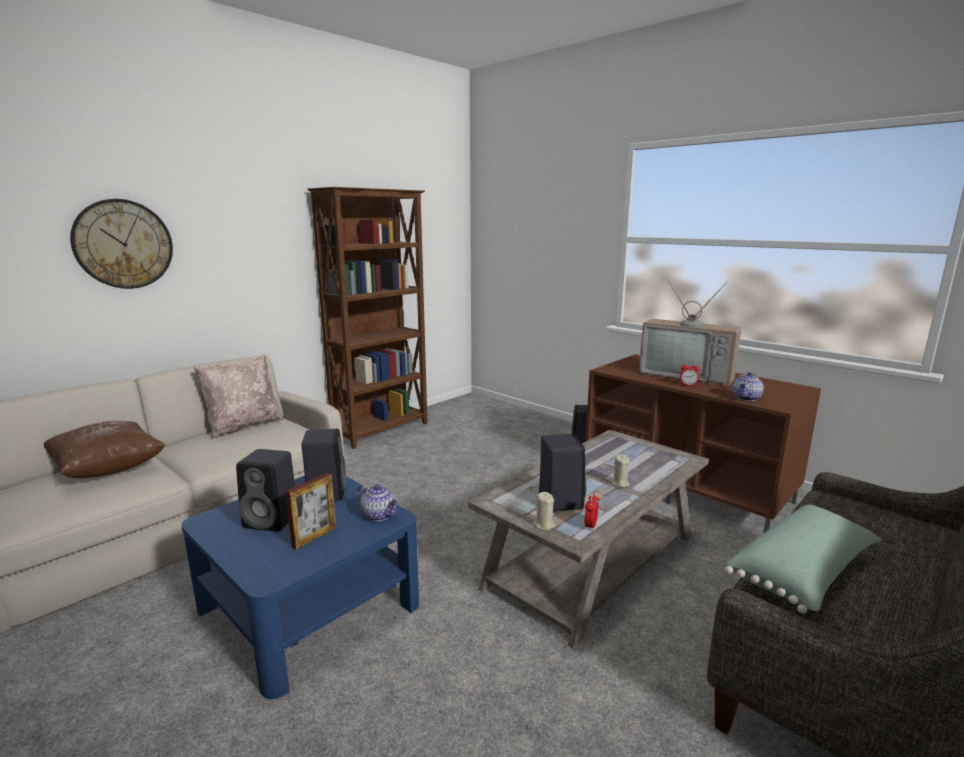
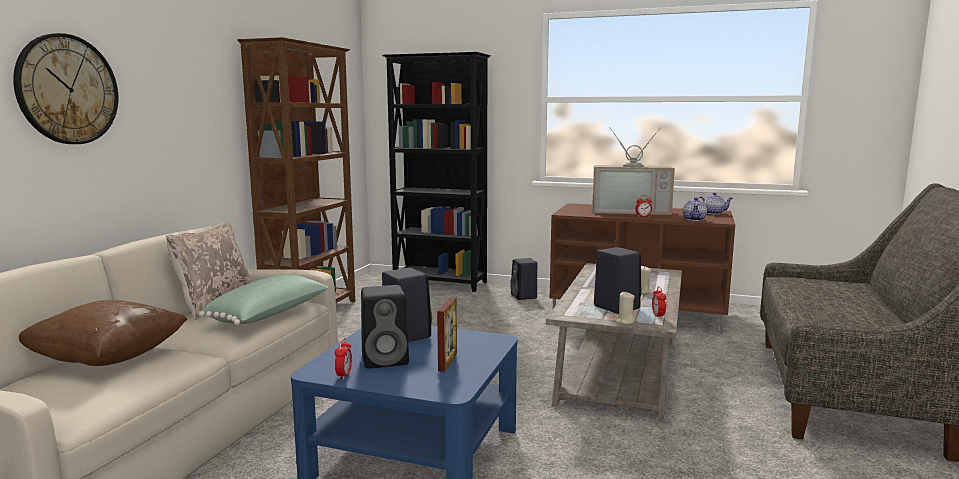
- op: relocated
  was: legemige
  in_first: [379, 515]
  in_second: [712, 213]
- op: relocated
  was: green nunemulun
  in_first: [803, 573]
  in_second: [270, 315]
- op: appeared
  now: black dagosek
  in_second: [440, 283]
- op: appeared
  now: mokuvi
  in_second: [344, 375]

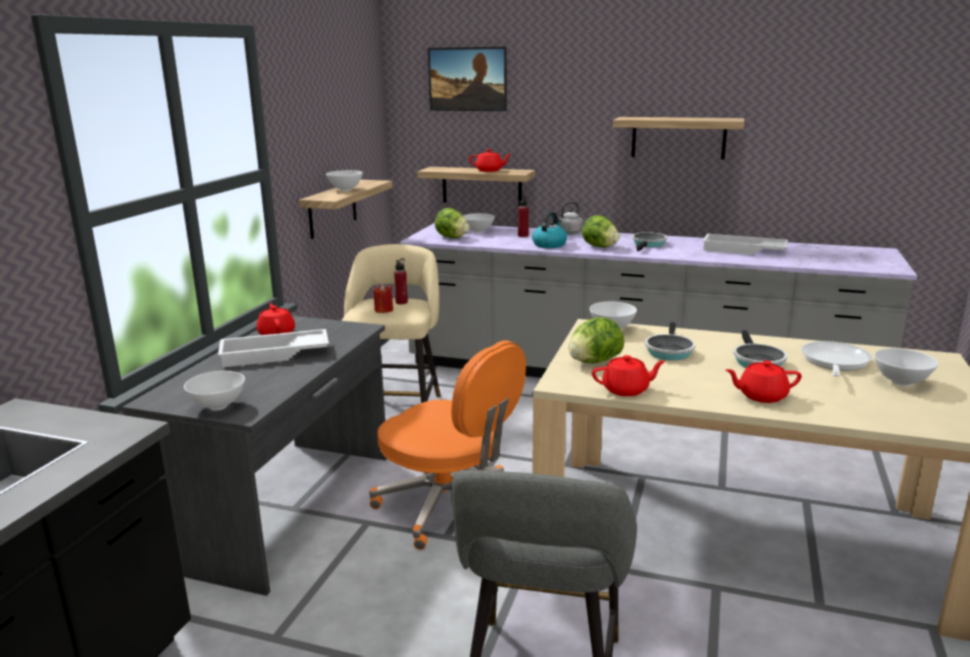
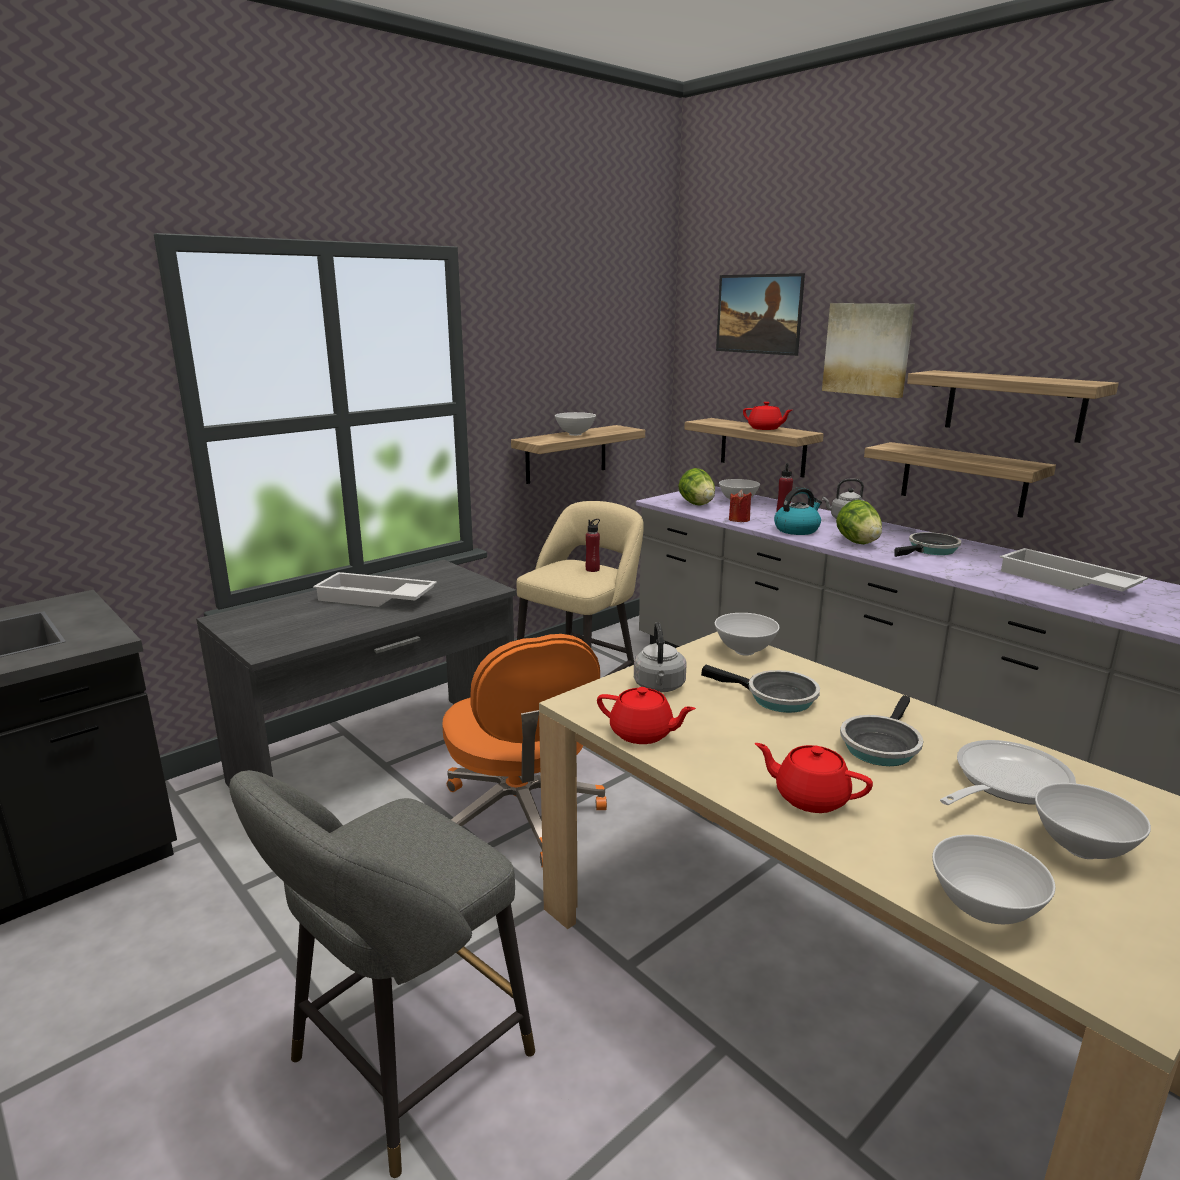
- op: relocated
  was: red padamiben
  in_first: [384, 310]
  in_second: [739, 520]
- op: missing
  was: red legemige
  in_first: [276, 333]
- op: exchanged
  was: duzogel
  now: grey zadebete
  in_first: [594, 362]
  in_second: [659, 687]
- op: spun
  was: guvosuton
  in_first: [668, 351]
  in_second: [775, 698]
  clockwise: -105
- op: relocated
  was: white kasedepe
  in_first: [218, 406]
  in_second: [985, 911]
- op: appeared
  now: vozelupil
  in_second: [868, 349]
- op: appeared
  now: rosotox
  in_second: [963, 479]

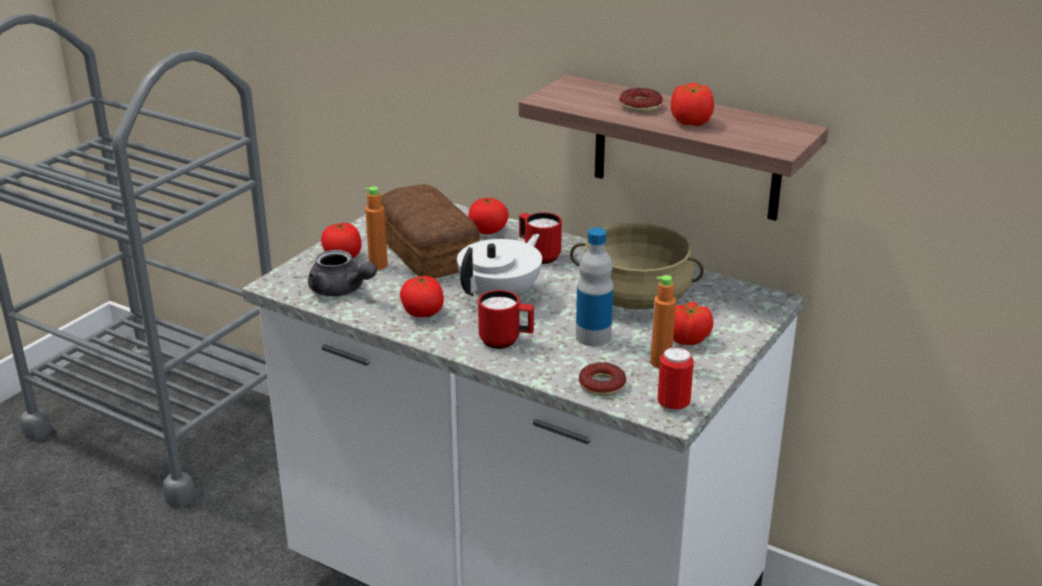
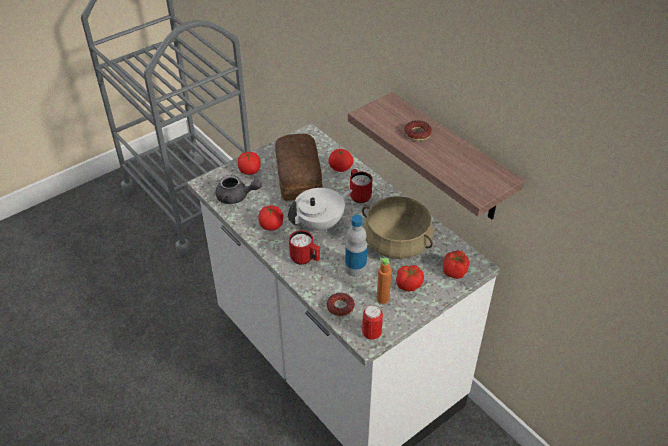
- op: relocated
  was: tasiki
  in_first: [690, 122]
  in_second: [454, 272]
- op: missing
  was: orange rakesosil
  in_first: [378, 265]
- op: spun
  was: grey legemige
  in_first: [341, 290]
  in_second: [236, 197]
  clockwise: -45

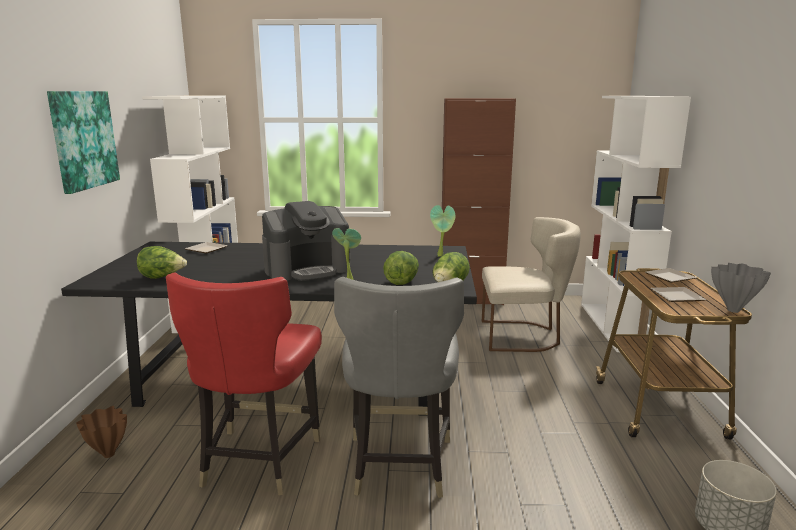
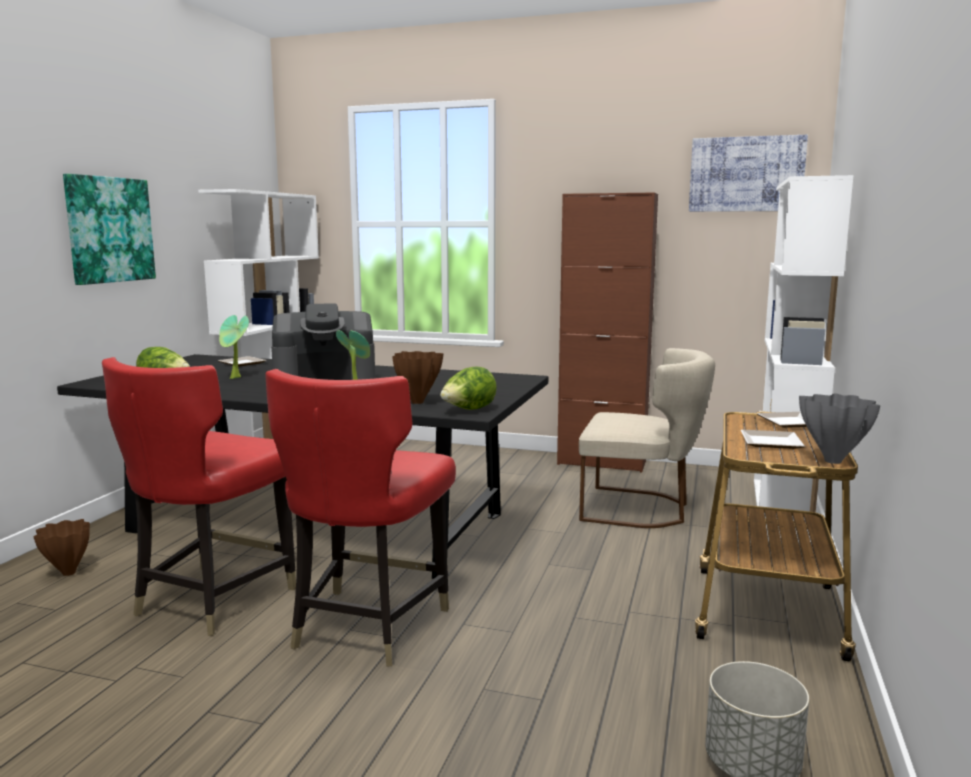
- op: relocated
  was: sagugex
  in_first: [441, 255]
  in_second: [235, 378]
- op: exchanged
  was: duzogel
  now: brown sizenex
  in_first: [402, 281]
  in_second: [418, 402]
- op: colour
  was: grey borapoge
  now: red borapoge
  in_first: [399, 465]
  in_second: [367, 626]
- op: appeared
  now: vozelupil
  in_second: [746, 174]

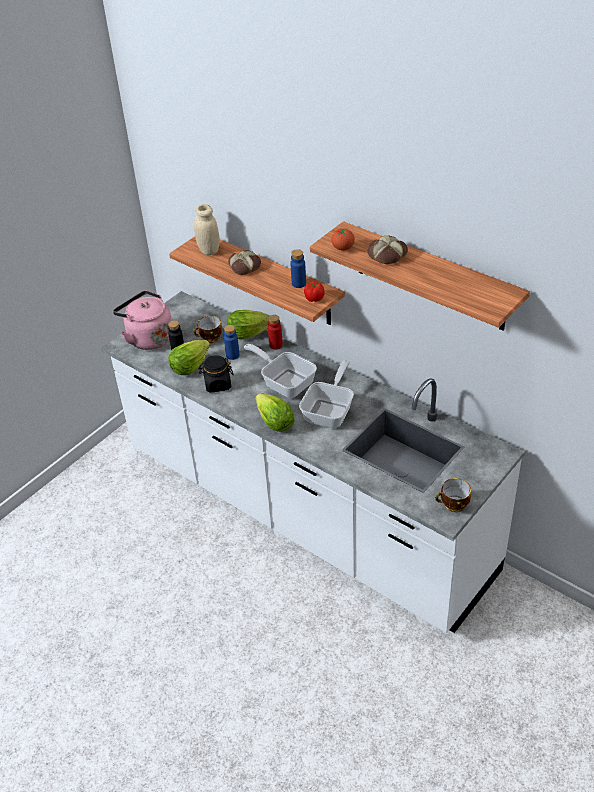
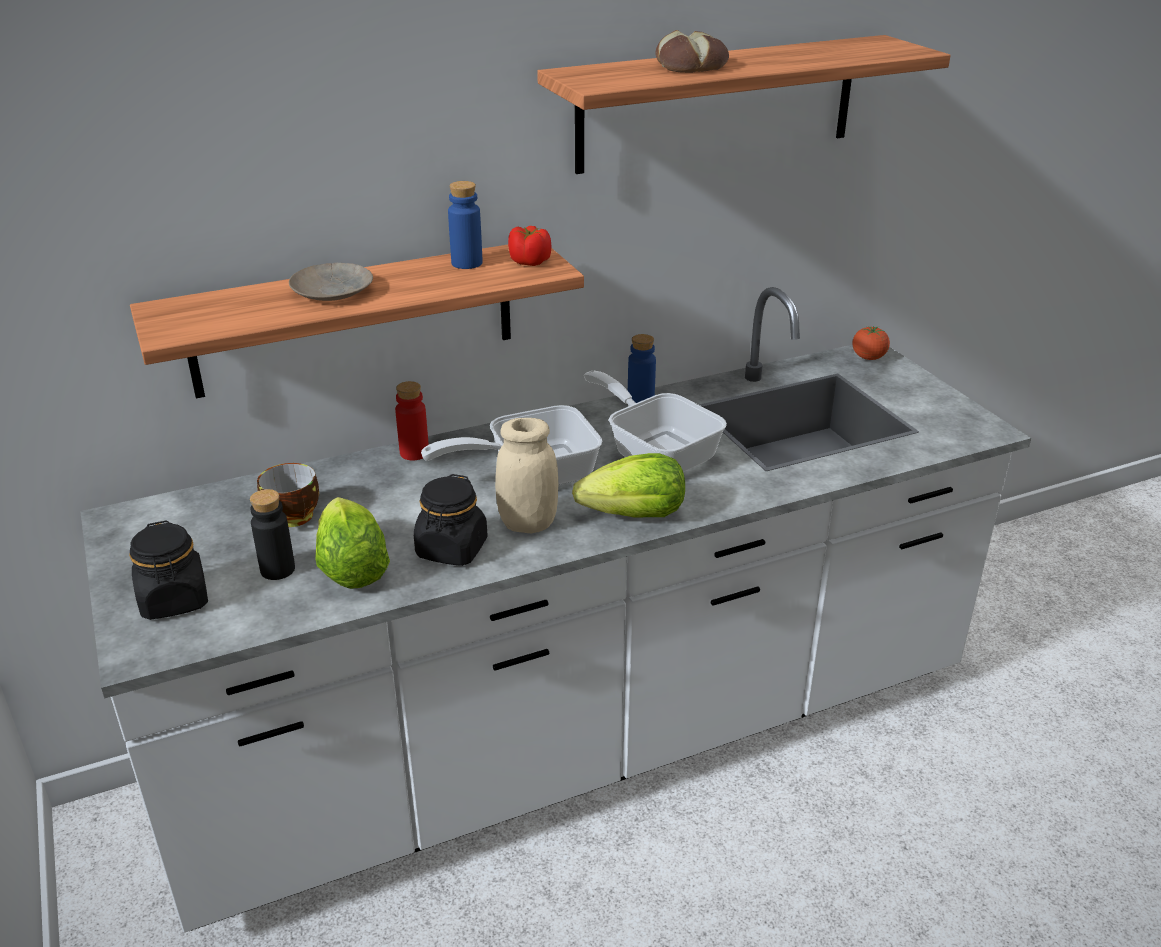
- op: relocated
  was: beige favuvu
  in_first: [209, 250]
  in_second: [528, 524]
- op: relocated
  was: tasiki
  in_first: [343, 248]
  in_second: [868, 358]
- op: exchanged
  was: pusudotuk
  now: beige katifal
  in_first: [245, 266]
  in_second: [333, 291]
- op: exchanged
  was: pink zadebete
  now: black favuvu
  in_first: [148, 338]
  in_second: [174, 600]
- op: missing
  was: duzogel
  in_first: [248, 333]
- op: relocated
  was: blue rakesosil
  in_first: [232, 355]
  in_second: [640, 401]
- op: missing
  was: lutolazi
  in_first: [453, 505]

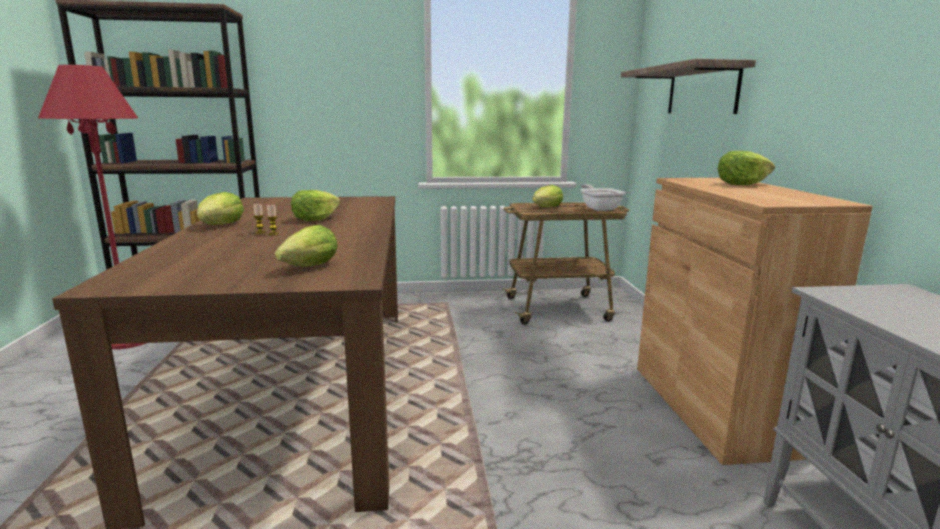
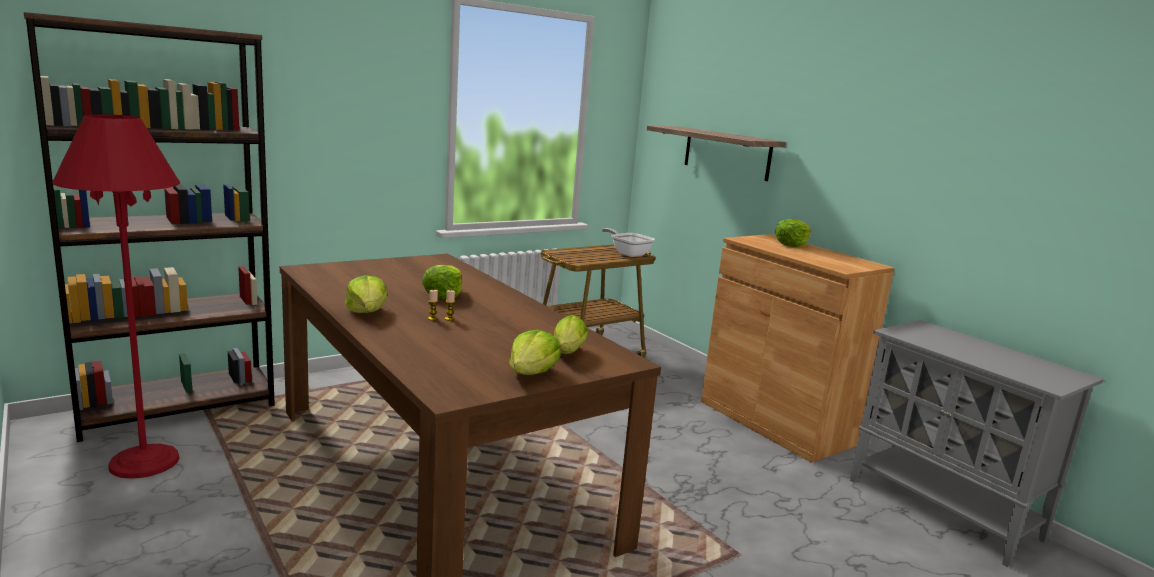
- op: relocated
  was: duzogel
  in_first: [547, 207]
  in_second: [532, 373]

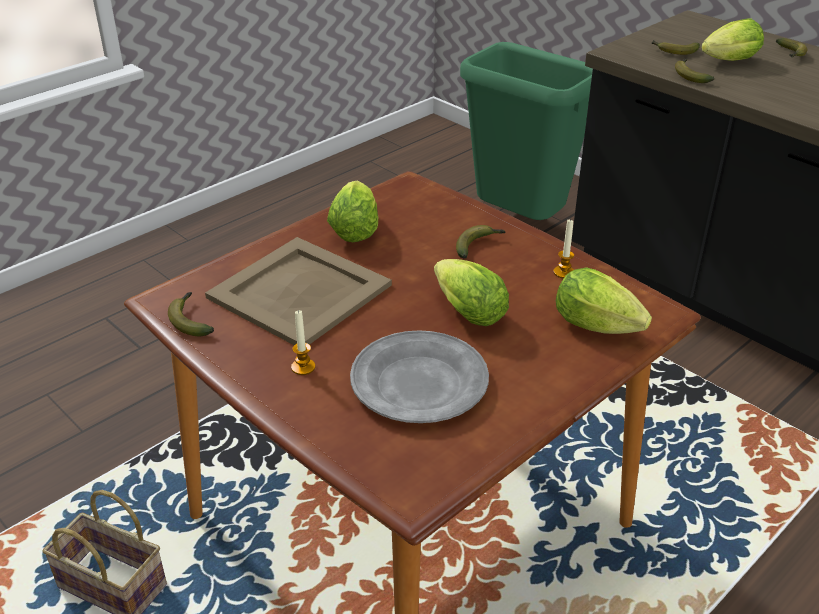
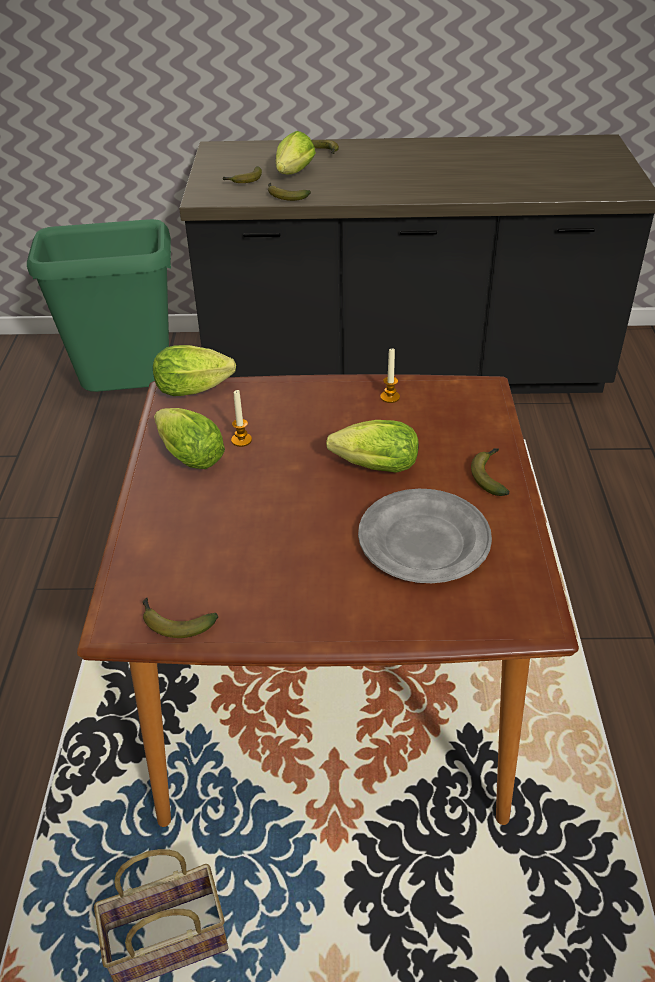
- op: relocated
  was: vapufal
  in_first: [478, 246]
  in_second: [490, 475]
- op: missing
  was: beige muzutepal
  in_first: [301, 291]
- op: relocated
  was: duzogel
  in_first: [601, 328]
  in_second: [198, 389]
- op: relocated
  was: padamiben
  in_first: [303, 367]
  in_second: [241, 440]

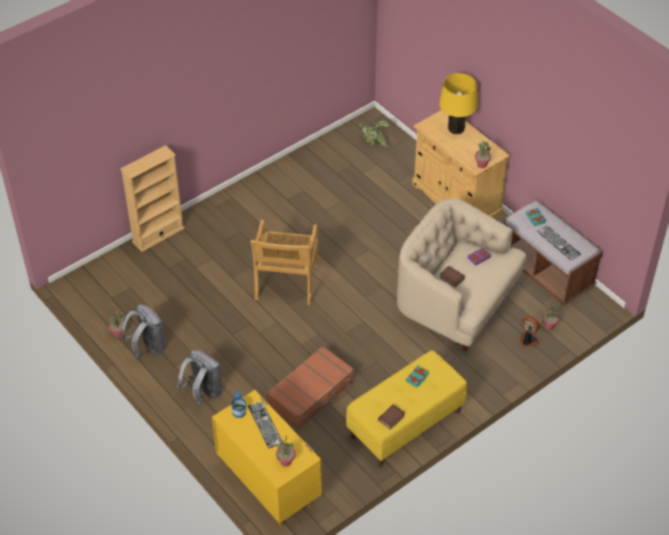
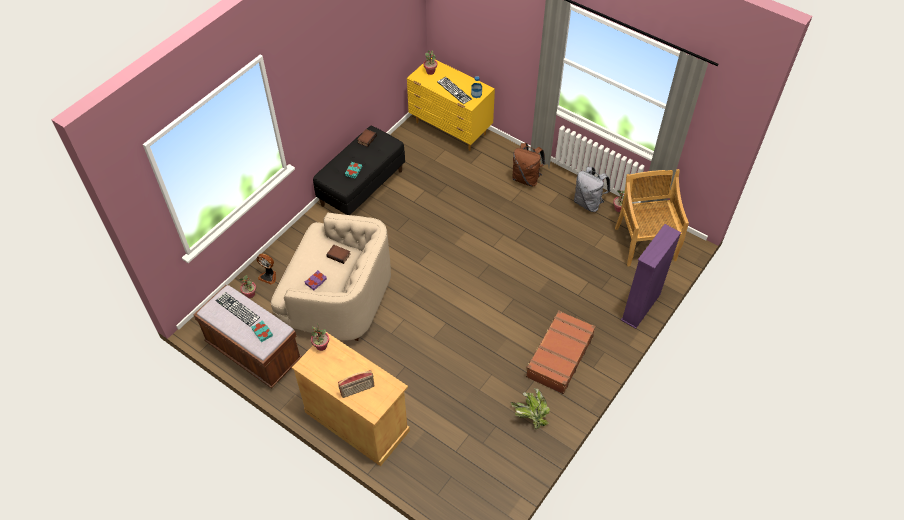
- op: exchanged
  was: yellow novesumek
  now: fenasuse
  in_first: [456, 129]
  in_second: [357, 390]
- op: relocated
  was: sagugex
  in_first: [372, 142]
  in_second: [530, 416]
- op: colour
  was: beige dagosek
  now: purple dagosek
  in_first: [158, 235]
  in_second: [640, 307]
- op: relocated
  was: beige borapoge
  in_first: [286, 283]
  in_second: [645, 243]
- op: relocated
  was: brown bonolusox
  in_first: [311, 393]
  in_second: [559, 356]
- op: colour
  was: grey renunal
  now: brown renunal
  in_first: [203, 393]
  in_second: [526, 178]
- op: colour
  was: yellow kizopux
  now: black kizopux
  in_first: [405, 425]
  in_second: [362, 187]

